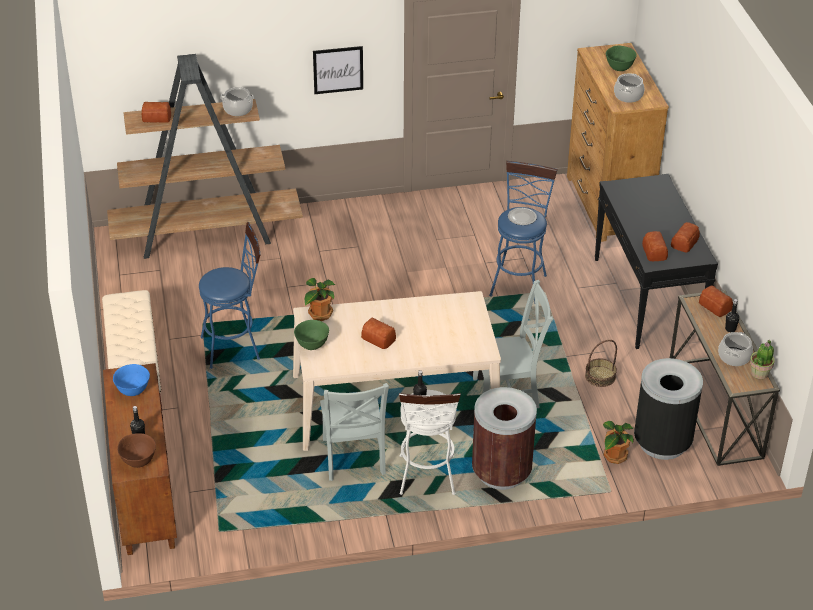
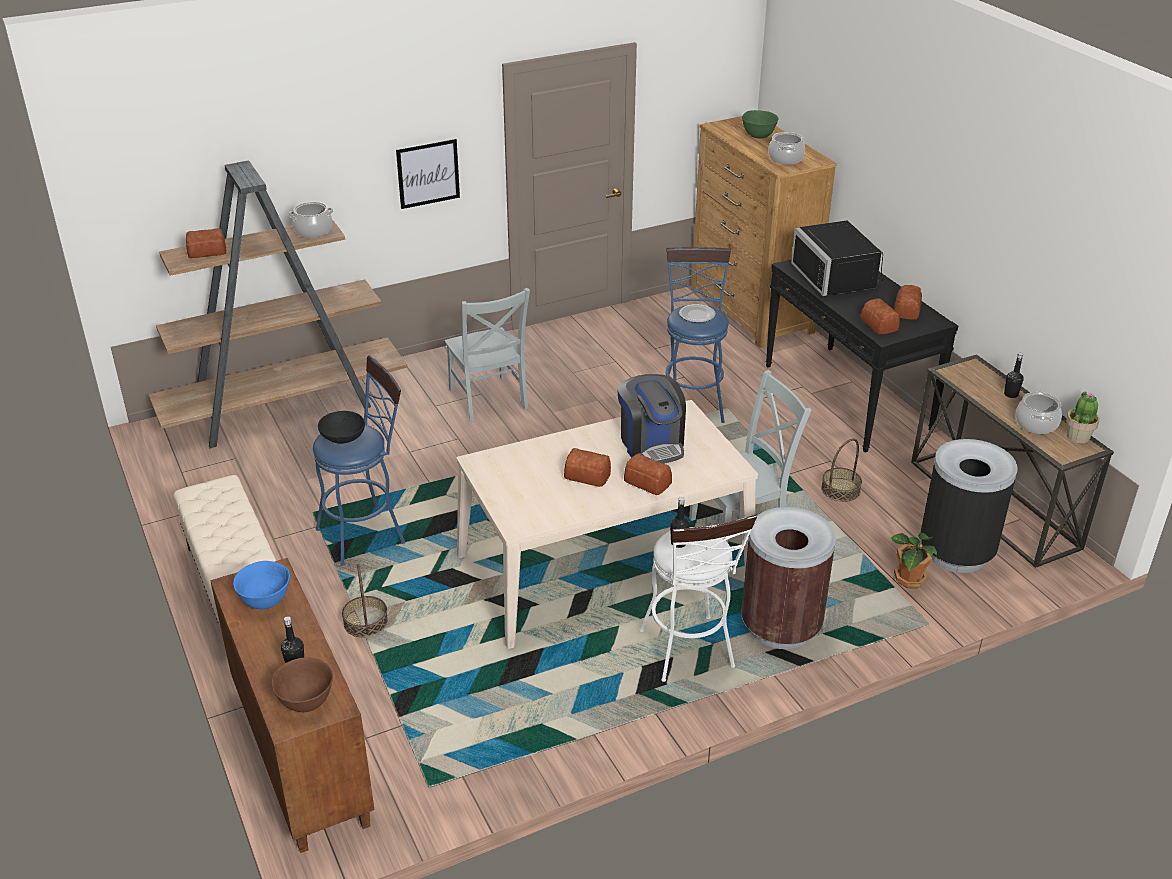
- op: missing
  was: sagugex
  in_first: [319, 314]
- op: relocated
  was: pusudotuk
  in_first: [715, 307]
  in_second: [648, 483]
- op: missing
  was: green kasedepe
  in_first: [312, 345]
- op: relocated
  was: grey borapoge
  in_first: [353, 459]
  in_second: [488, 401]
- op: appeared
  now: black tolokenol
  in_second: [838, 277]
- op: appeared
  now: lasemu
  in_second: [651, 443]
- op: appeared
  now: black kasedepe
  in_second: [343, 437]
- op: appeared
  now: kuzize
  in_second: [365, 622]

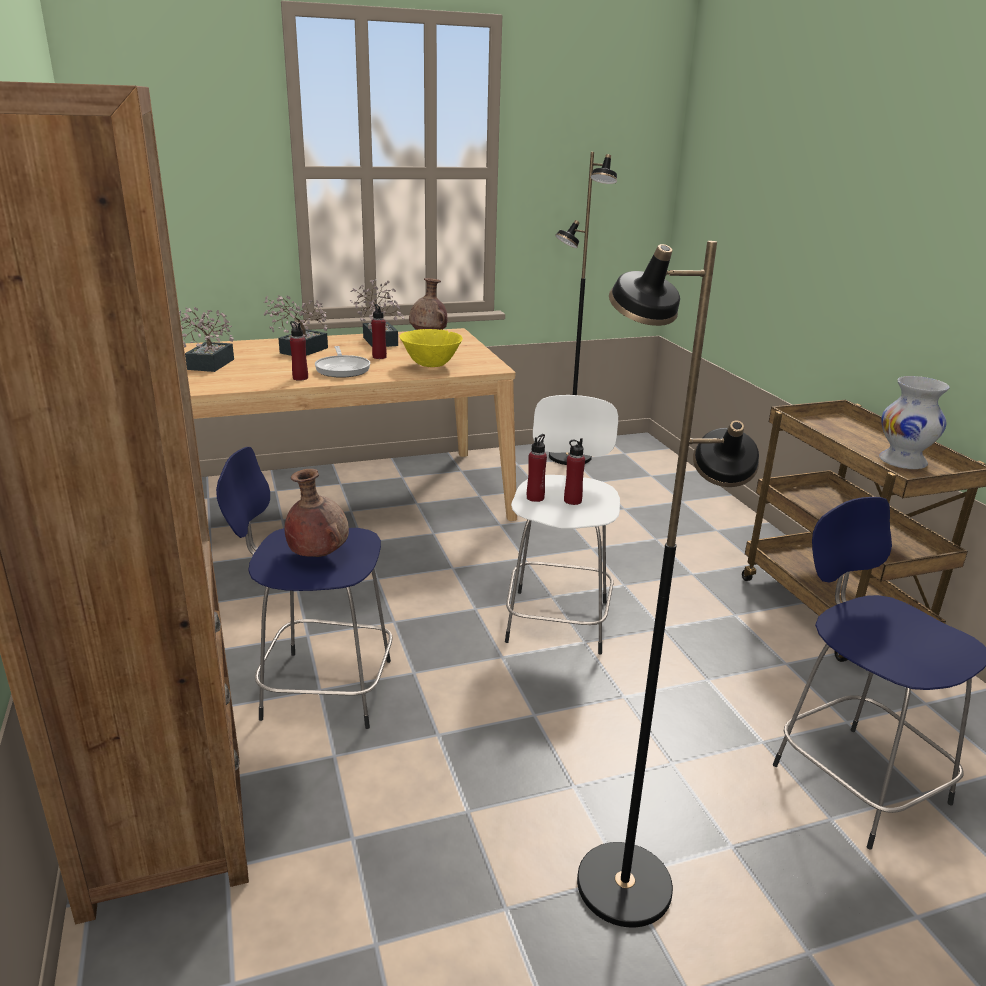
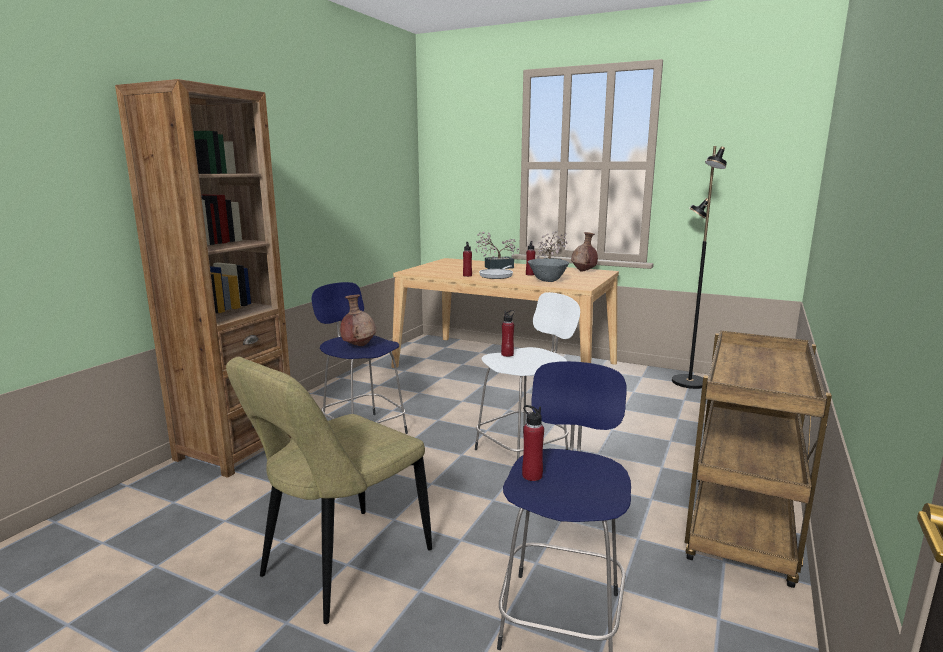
- op: exchanged
  was: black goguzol
  now: beige borapoge
  in_first: [623, 883]
  in_second: [340, 566]
- op: missing
  was: sagugex
  in_first: [207, 366]
- op: colour
  was: yellow kasedepe
  now: grey kasedepe
  in_first: [431, 366]
  in_second: [547, 281]
- op: missing
  was: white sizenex
  in_first: [901, 461]
- op: relocated
  was: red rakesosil
  in_first: [572, 501]
  in_second: [532, 475]

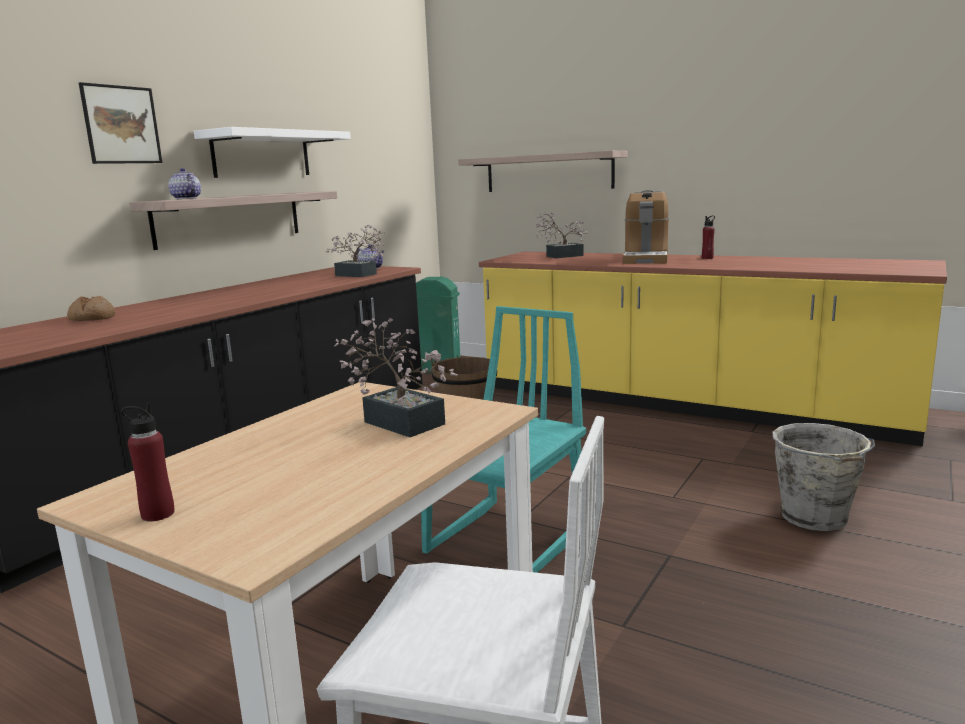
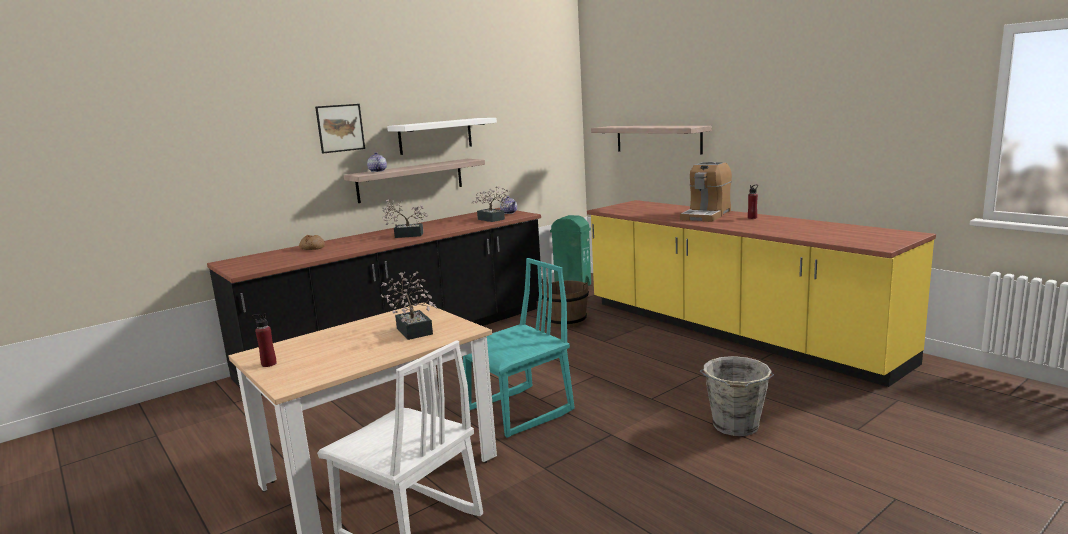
- op: relocated
  was: sagugex
  in_first: [560, 256]
  in_second: [405, 235]

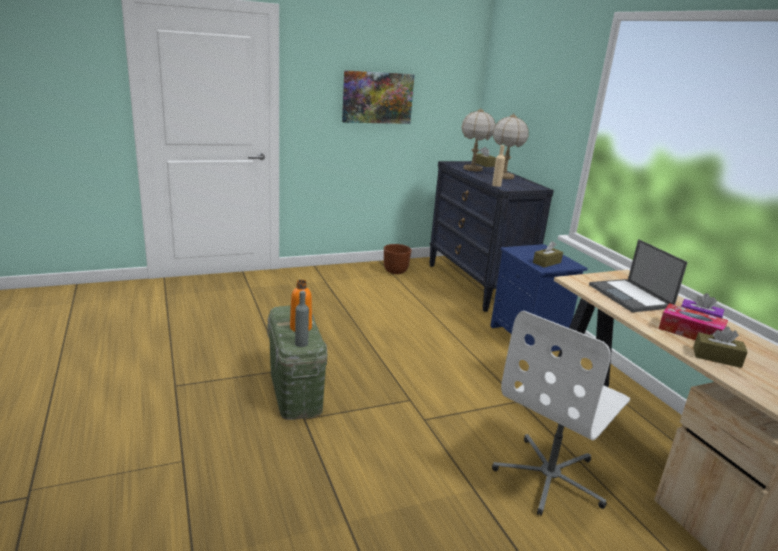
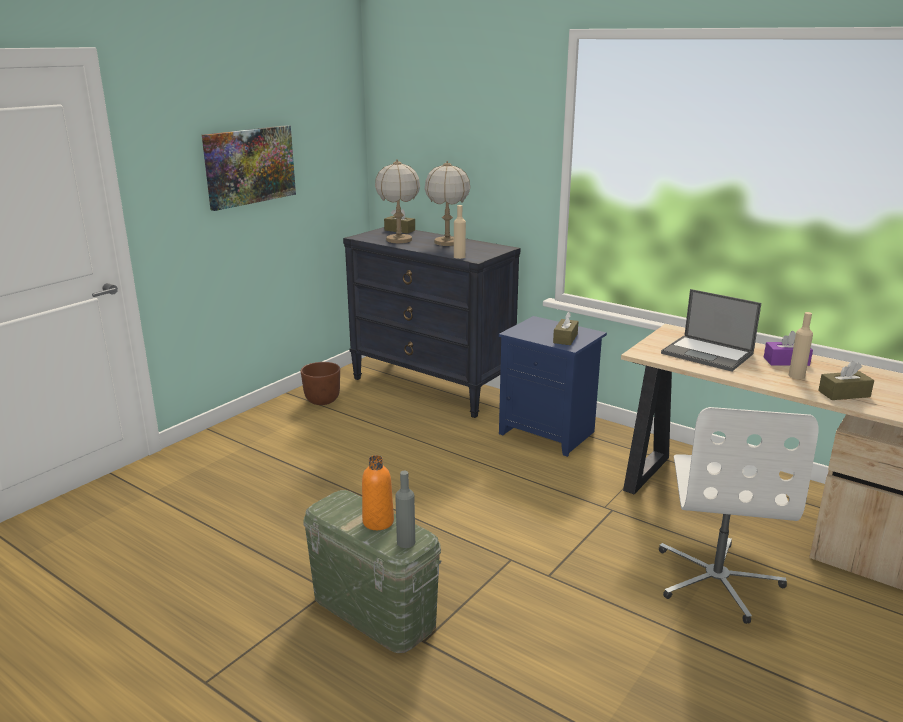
- op: exchanged
  was: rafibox
  now: beige rakesosil
  in_first: [690, 332]
  in_second: [796, 376]

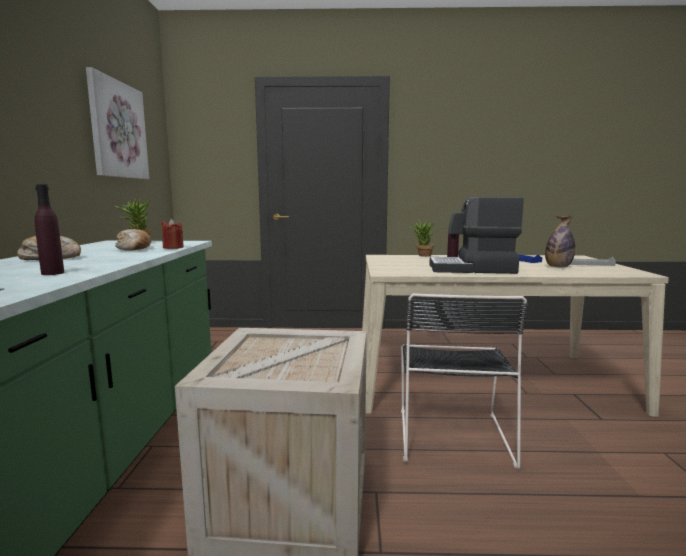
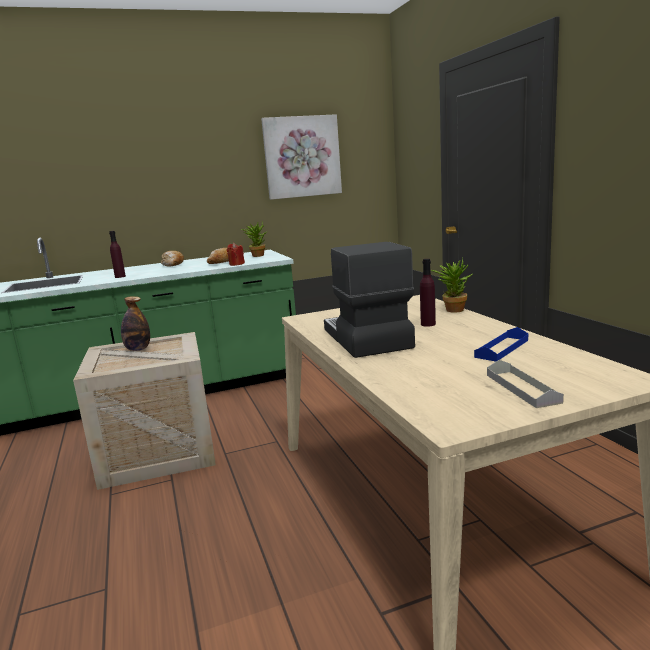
- op: relocated
  was: rakesosil
  in_first: [558, 267]
  in_second: [138, 349]
- op: missing
  was: black borapoge
  in_first: [452, 433]

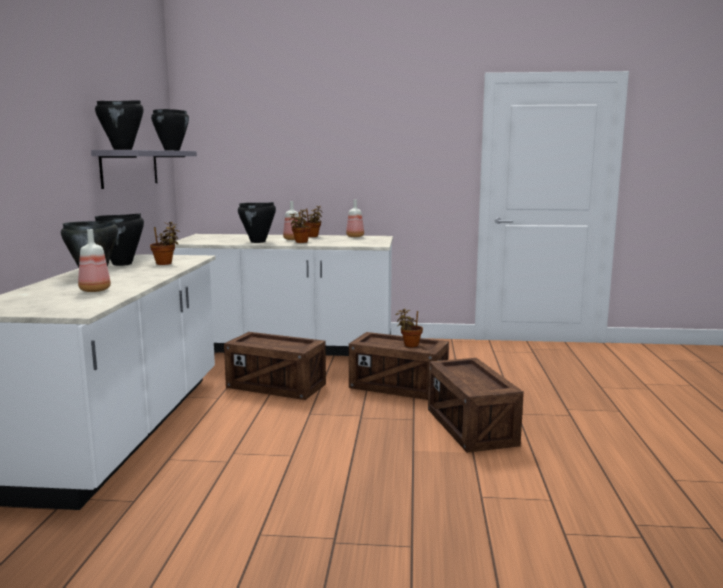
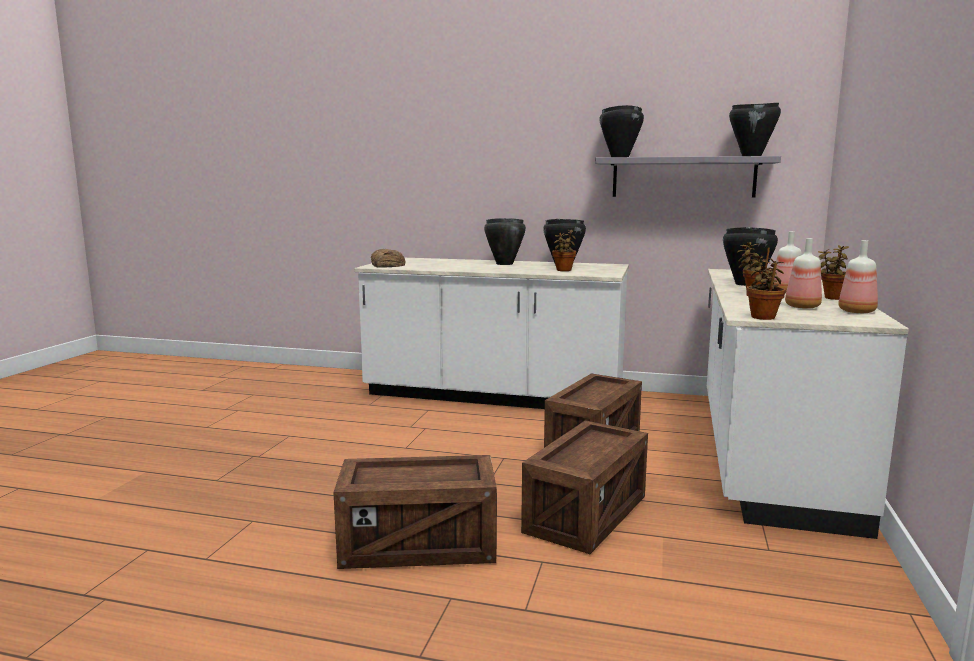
- op: relocated
  was: rakesosil
  in_first: [94, 290]
  in_second: [801, 307]
- op: relocated
  was: sagugex
  in_first: [409, 345]
  in_second: [763, 317]
- op: appeared
  now: pusudotuk
  in_second: [387, 265]

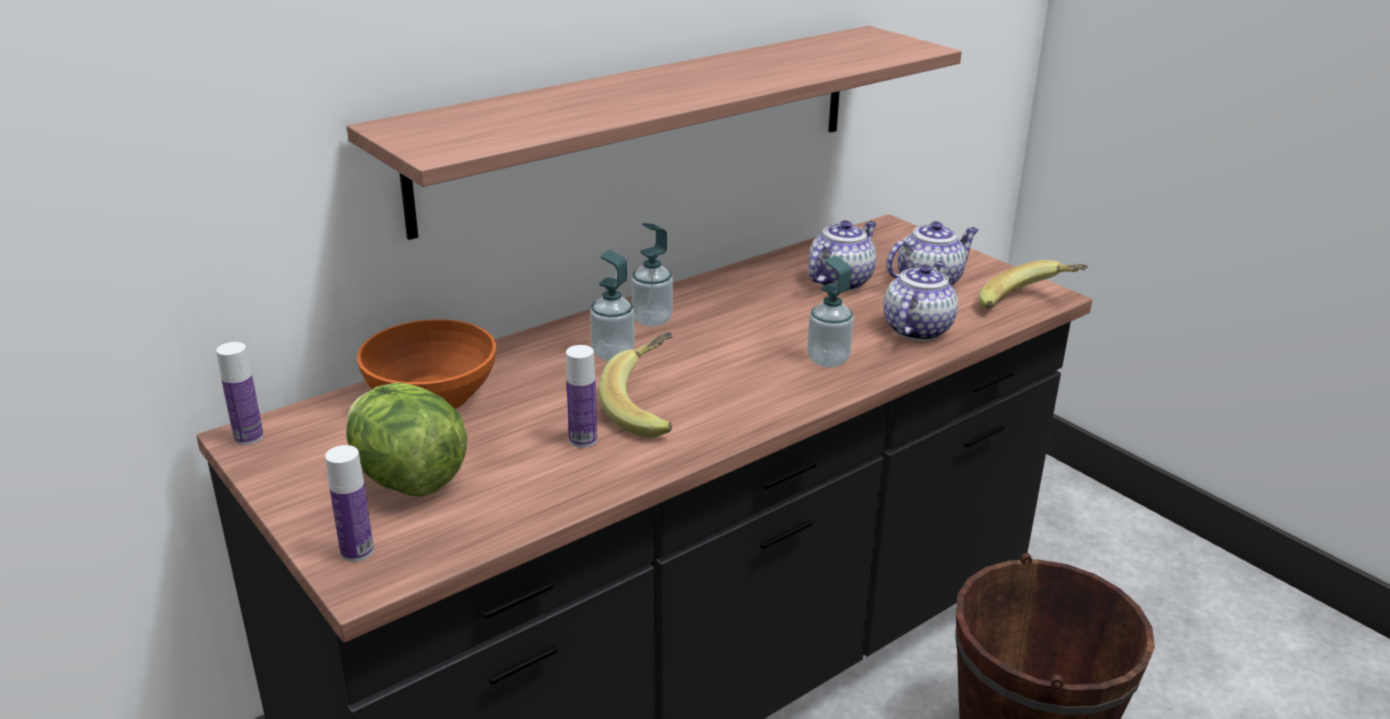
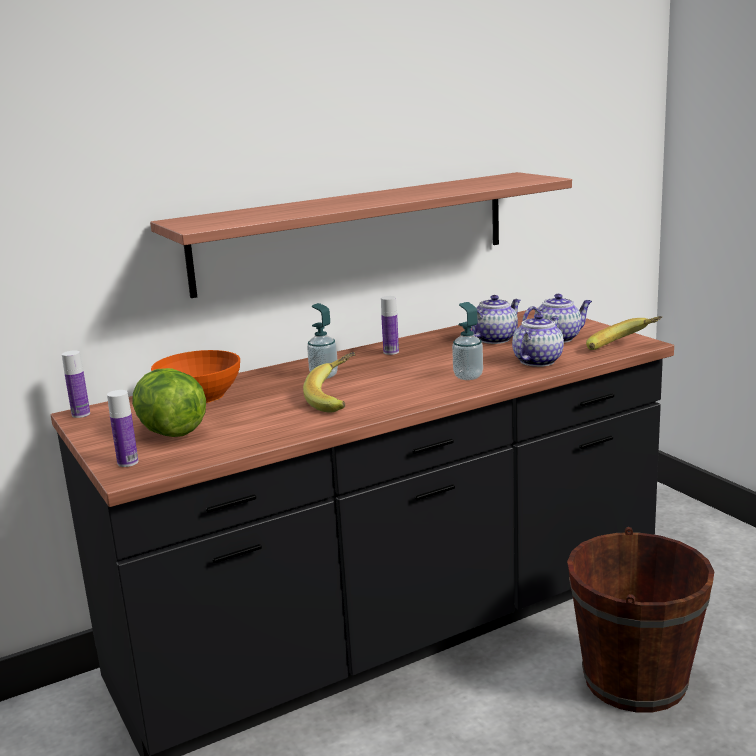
- op: missing
  was: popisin
  in_first: [652, 320]
- op: relocated
  was: rakesosil
  in_first: [583, 440]
  in_second: [391, 352]

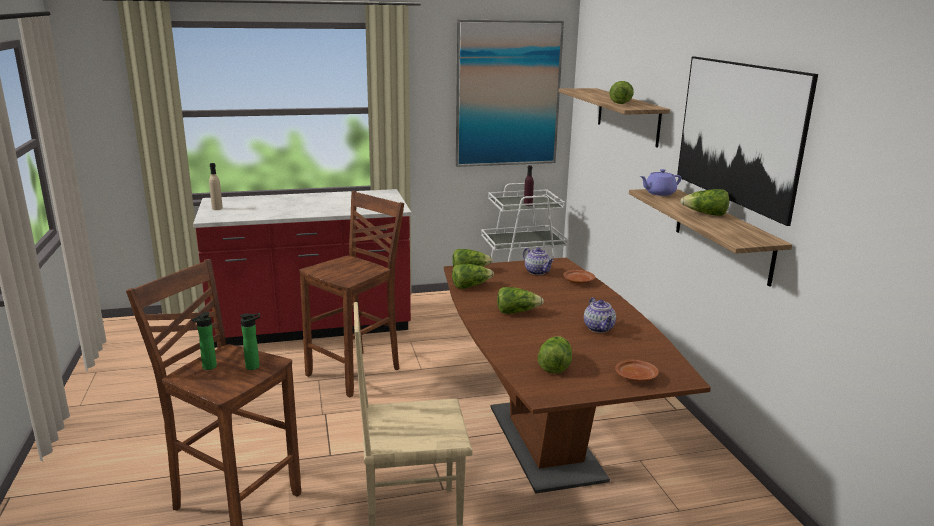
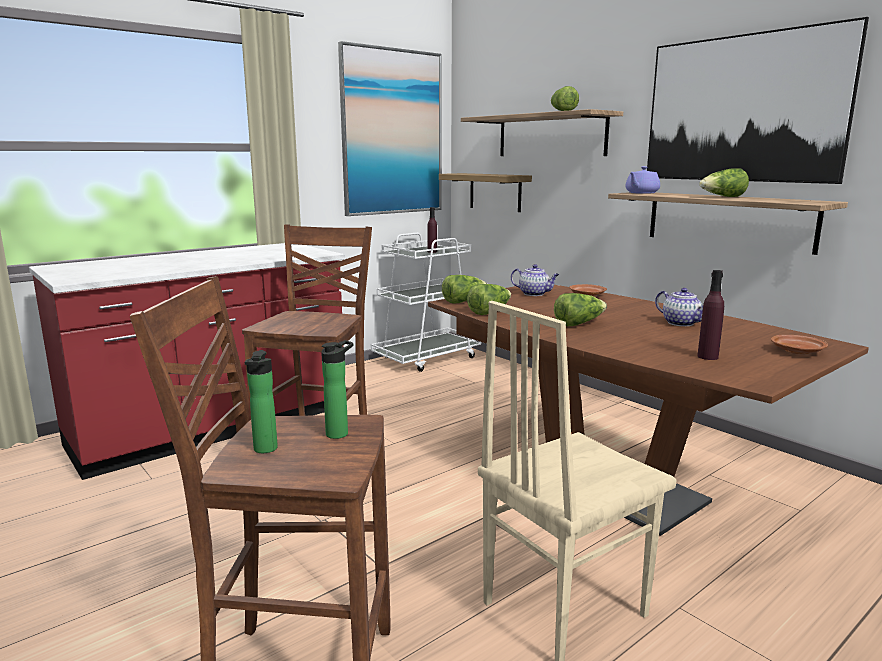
- op: missing
  was: beige rakesosil
  in_first: [217, 208]
- op: exchanged
  was: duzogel
  now: purple rakesosil
  in_first: [554, 365]
  in_second: [707, 357]
- op: appeared
  now: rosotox
  in_second: [495, 192]

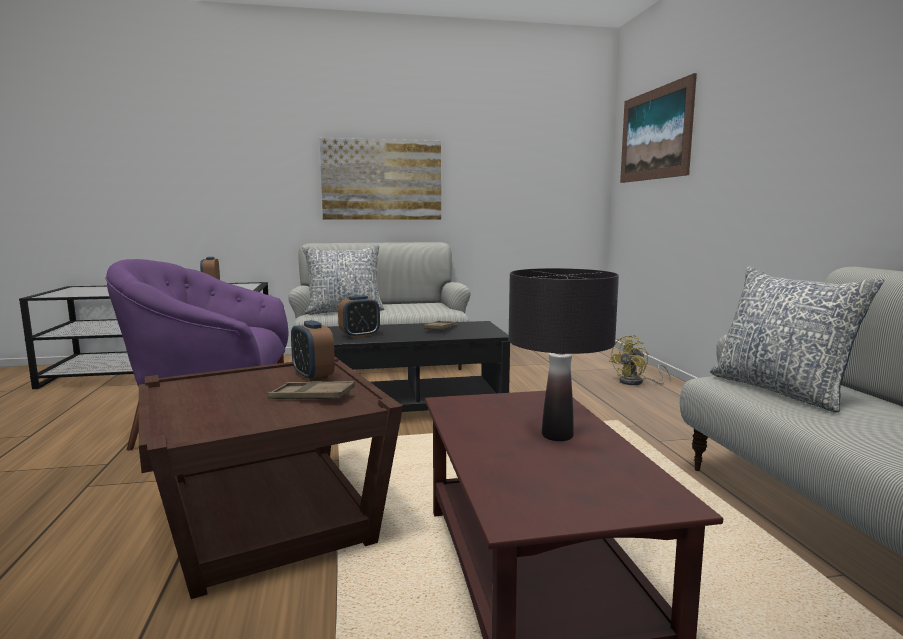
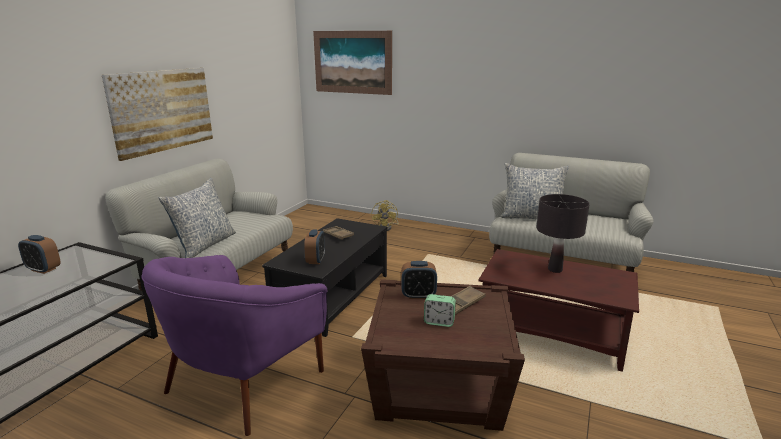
- op: appeared
  now: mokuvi
  in_second: [439, 322]

